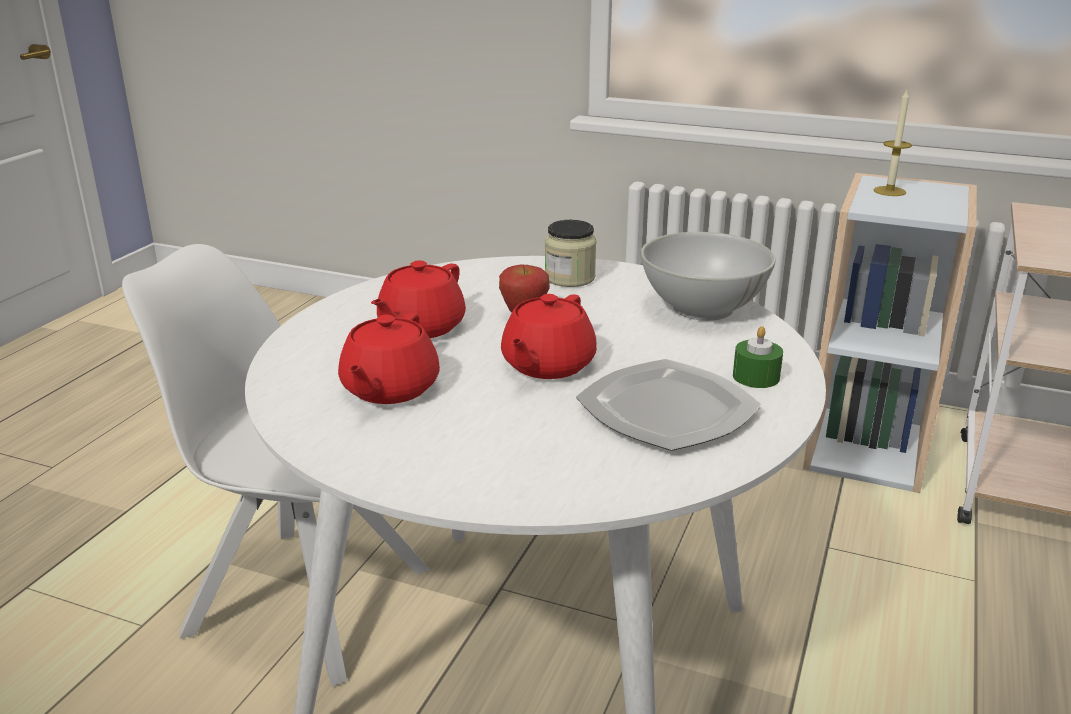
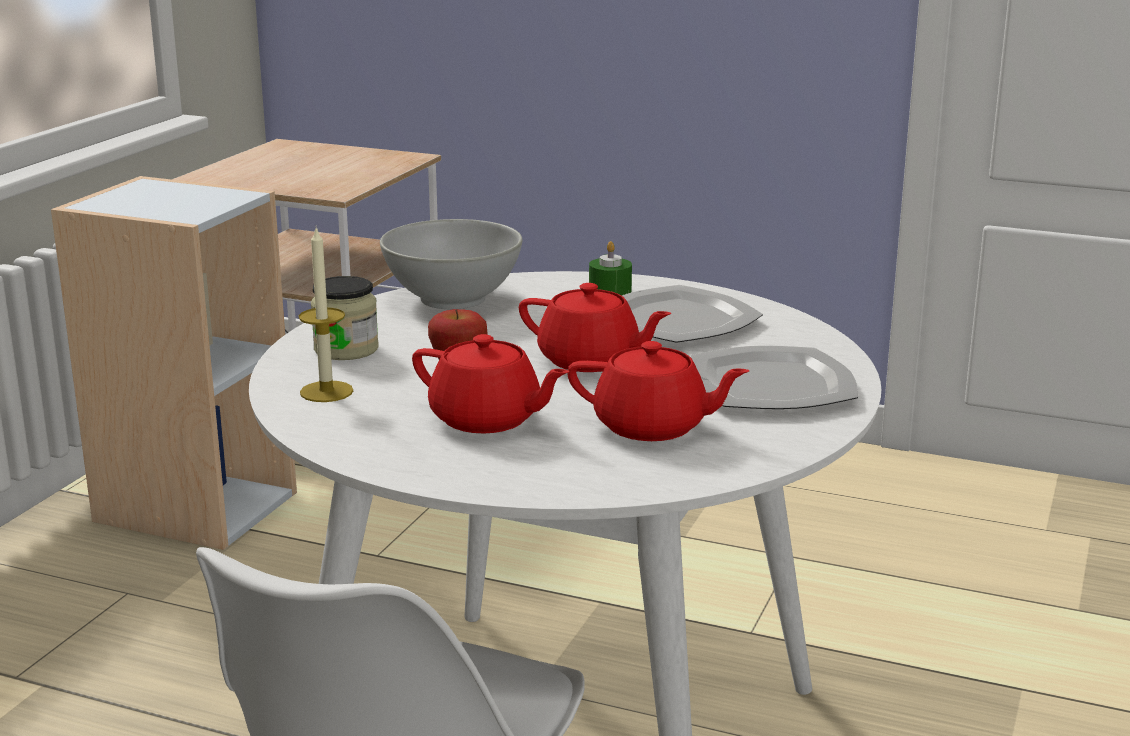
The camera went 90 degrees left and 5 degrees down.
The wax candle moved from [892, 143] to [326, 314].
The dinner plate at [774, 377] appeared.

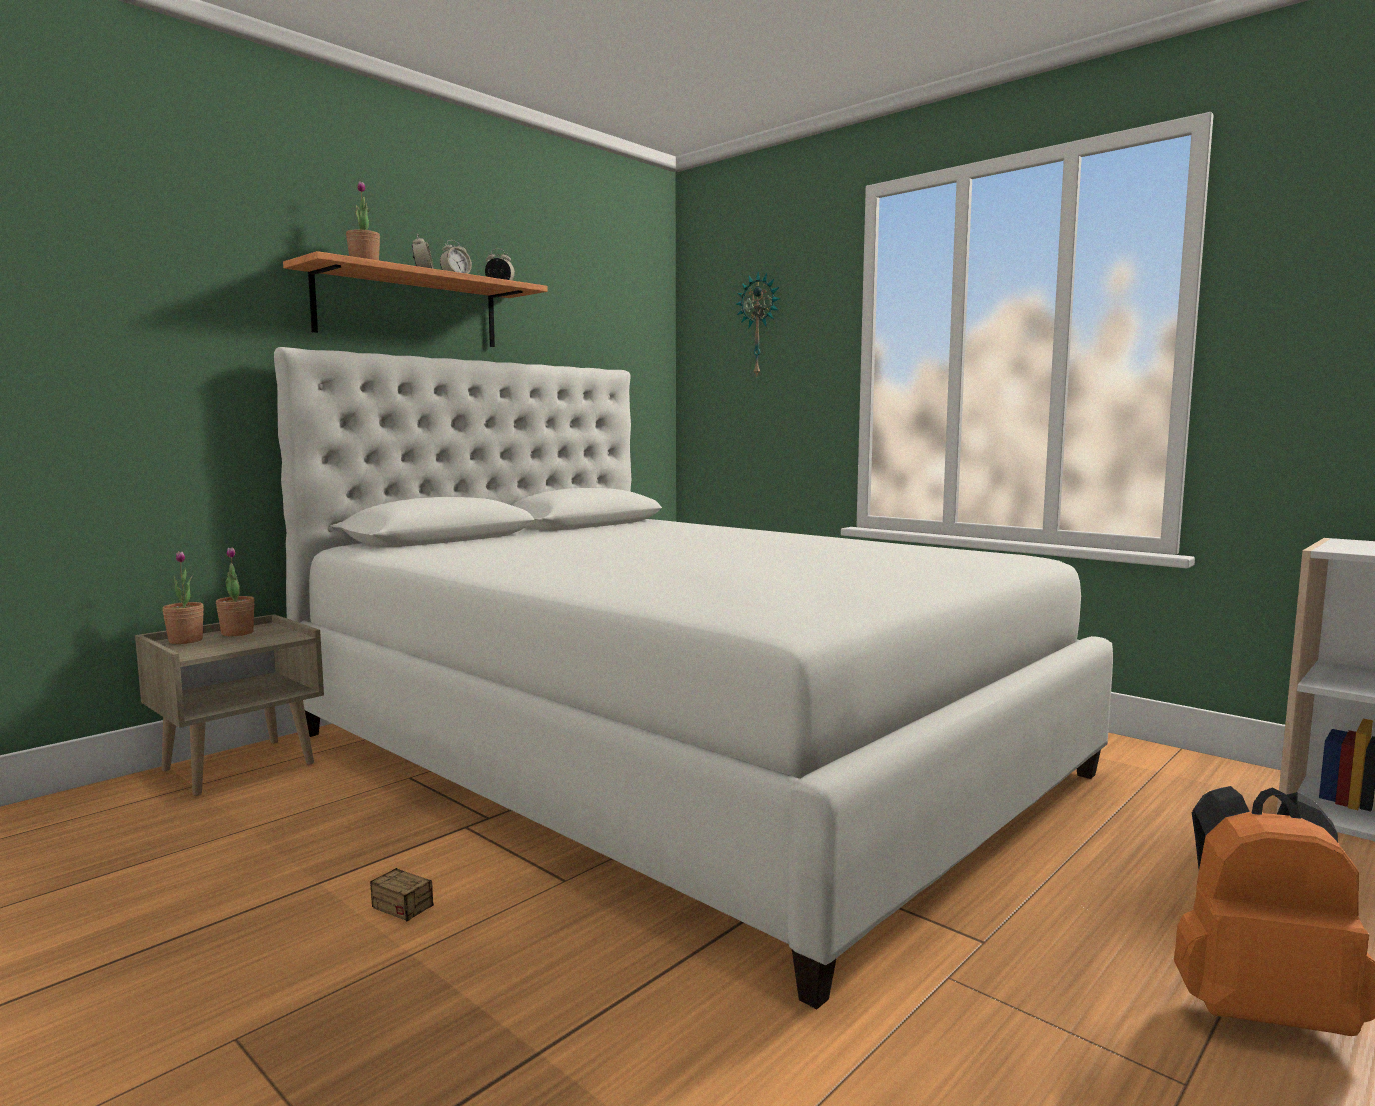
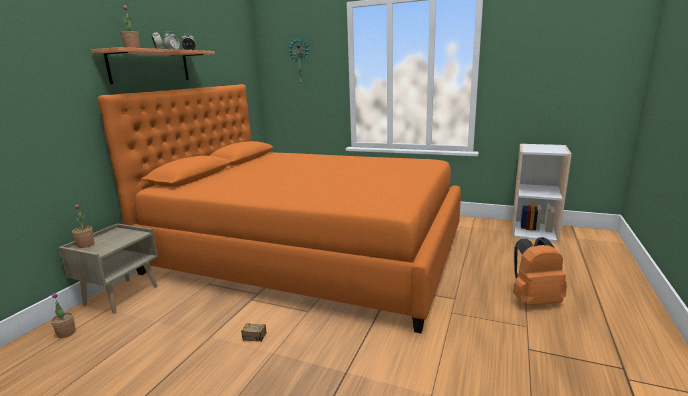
The camera went 20 degrees left and 10 degrees up.
The plant in a pot moved from [235, 591] to [63, 315].
The whitish bedroom bed at [693, 678] became the orangey bedroom bed at [279, 208].

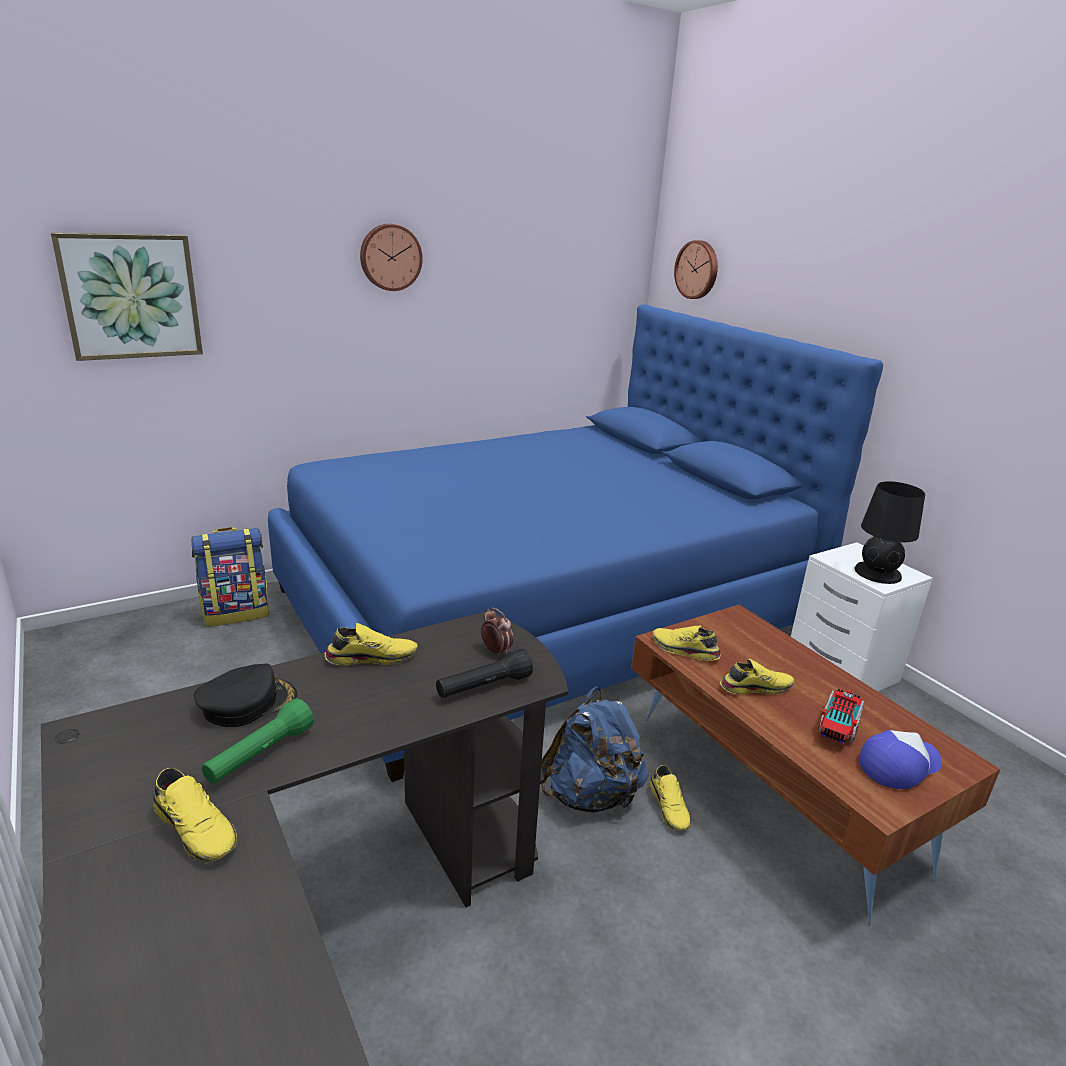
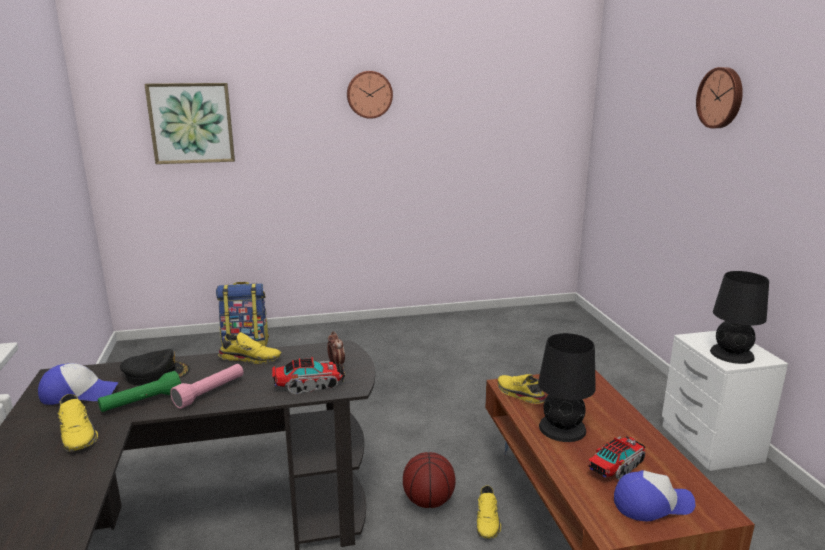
The camera went 20 degrees right and 5 degrees down.
The blue bedroom bed at [575, 543] disappeared.
The black-coloured flashlight at [484, 673] was replaced by the toy lorry at [308, 375].
The blue rucksack at [595, 749] was replaced by the ball for basketball at [429, 480].
The wall clock moved from [696, 269] to [719, 97].
The yellow item of footwear at [757, 676] was replaced by the black-coloured lamp for a table at [567, 387].
The peaked cap at [78, 384] appeared.
The pinkish flashlight at [207, 386] appeared.

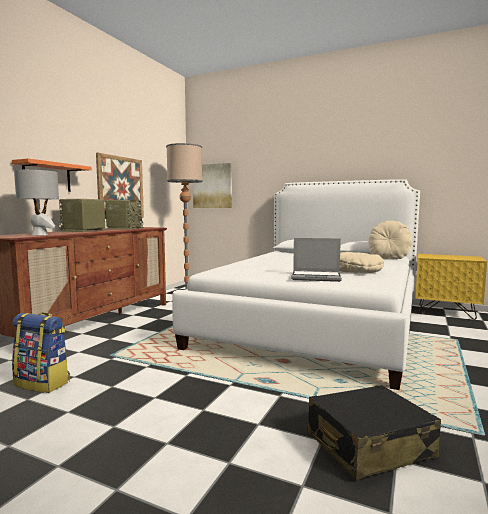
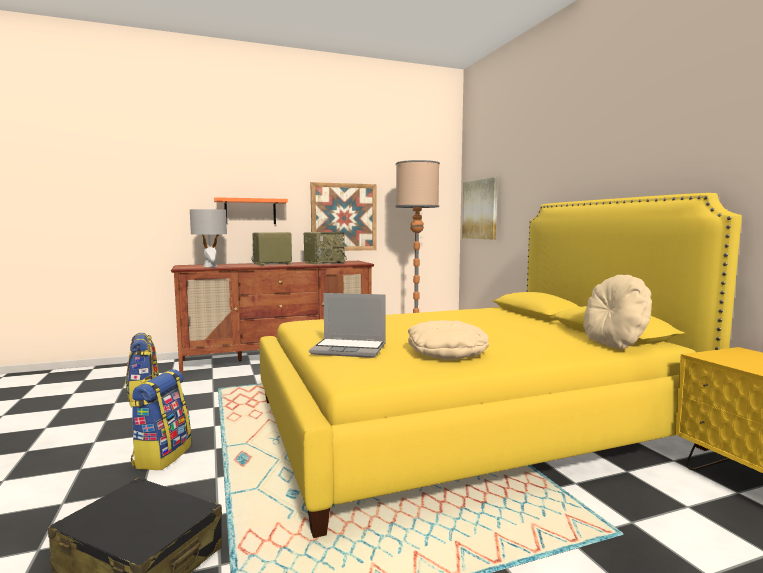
The camera went 45 degrees right and 0 degrees up.
The whitish bedroom bed at [296, 284] became the yellow bedroom bed at [501, 365].
The notebook computer at [316, 260] turned 45 degrees counterclockwise.
The rucksack at [160, 419] appeared.

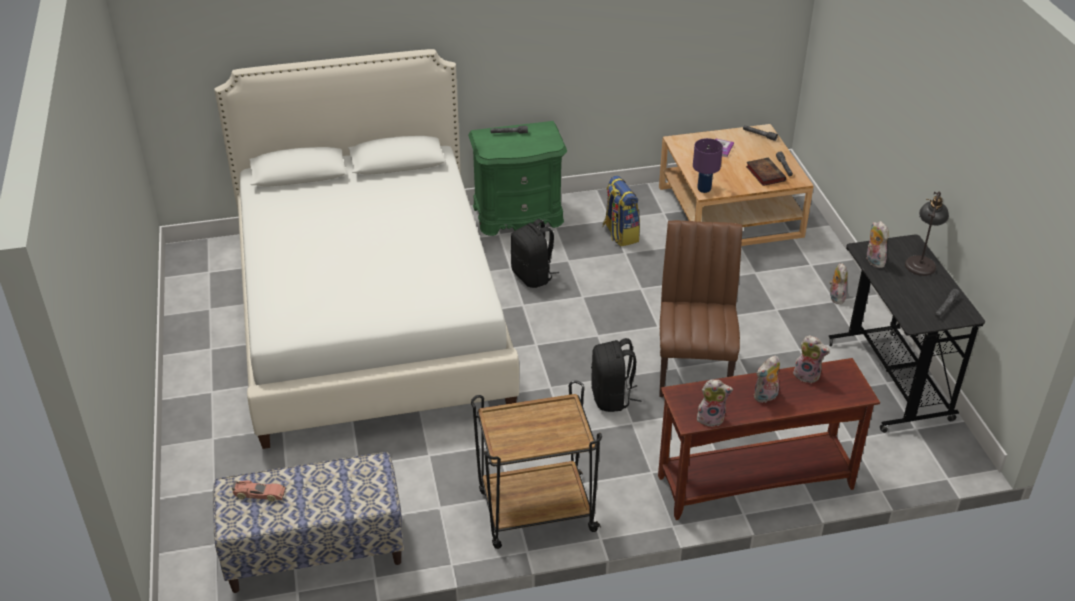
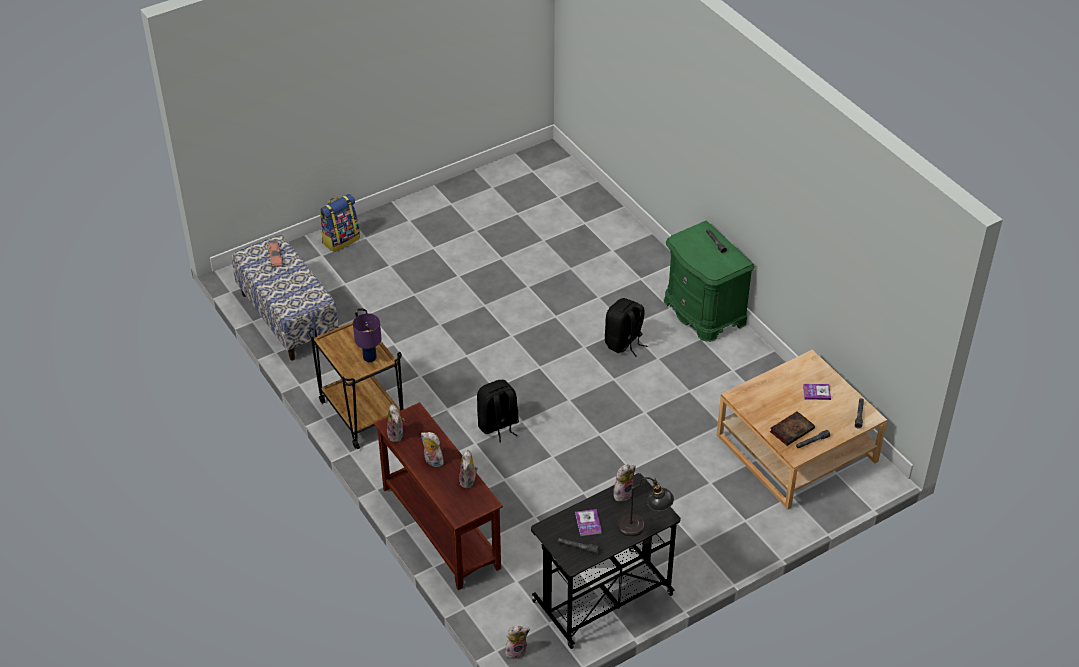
The camera went 70 degrees right and 5 degrees up.
The whitish bedroom bed at [366, 249] disappeared.
The rucksack moved from [621, 211] to [340, 223].
The brown-coloured upright chair at [700, 308] disappeared.
The purple-coloured lamp for a table moved from [708, 165] to [367, 337].
The cuddly toy moved from [838, 283] to [518, 642].
The bound book at [588, 522] appeared.

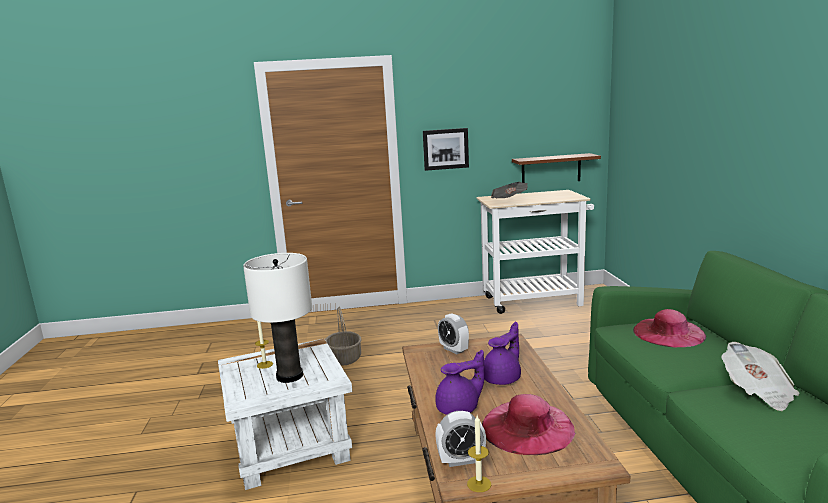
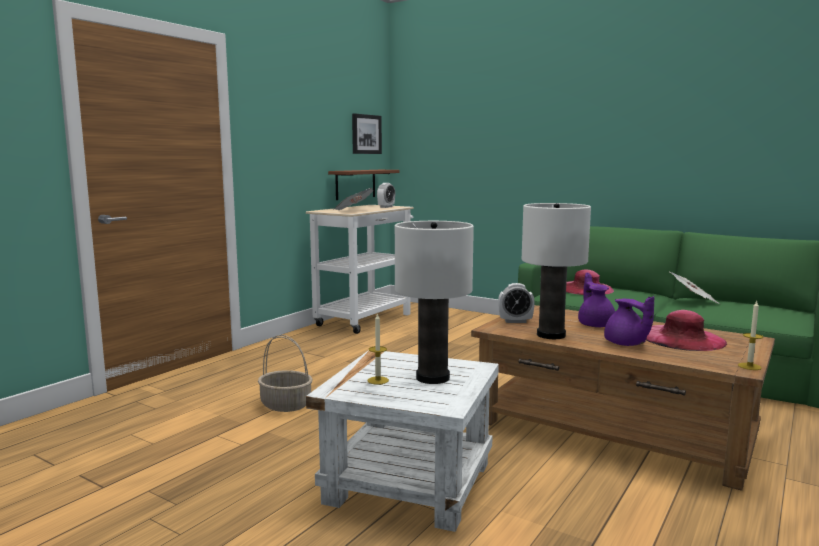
The camera went 50 degrees left and 5 degrees down.
The wall picture moved from [446, 149] to [367, 133].
The purple-coloured pot for tea at [460, 382] turned 135 degrees clockwise.
The table clock moved from [460, 439] to [386, 195].
The whitish lamp for a table at [556, 271] appeared.

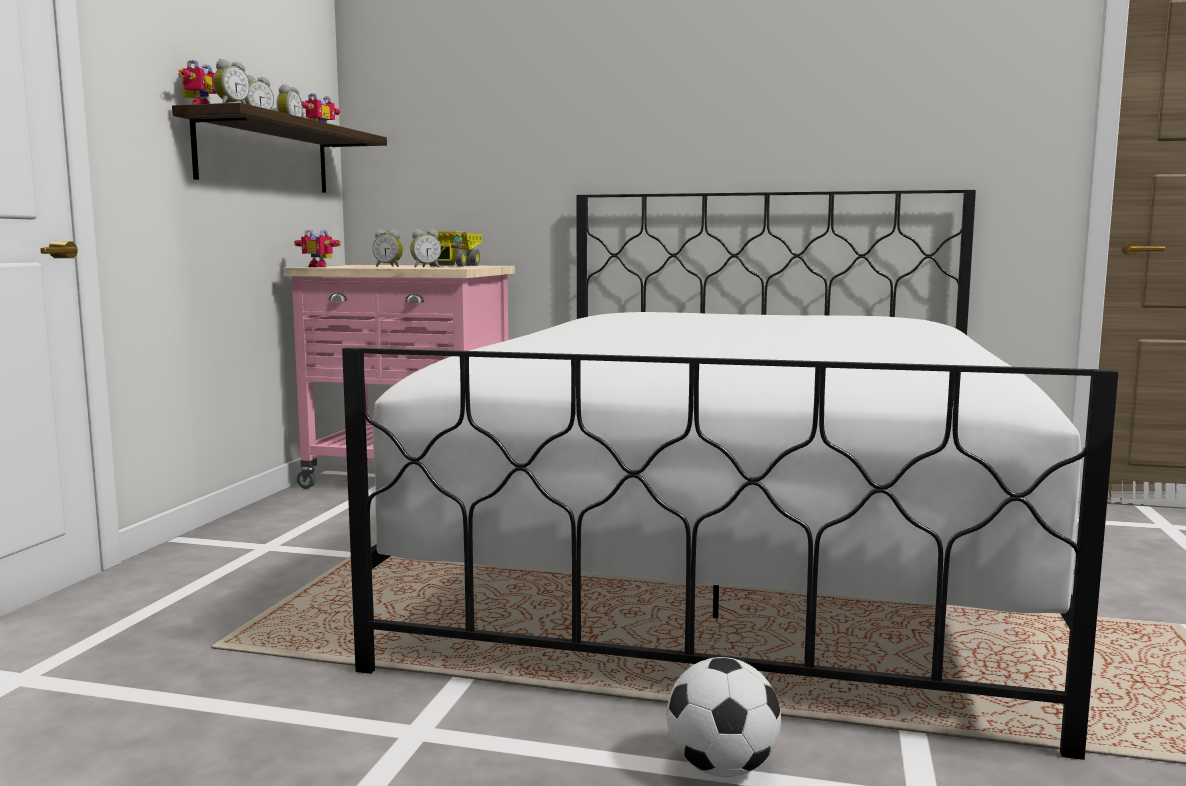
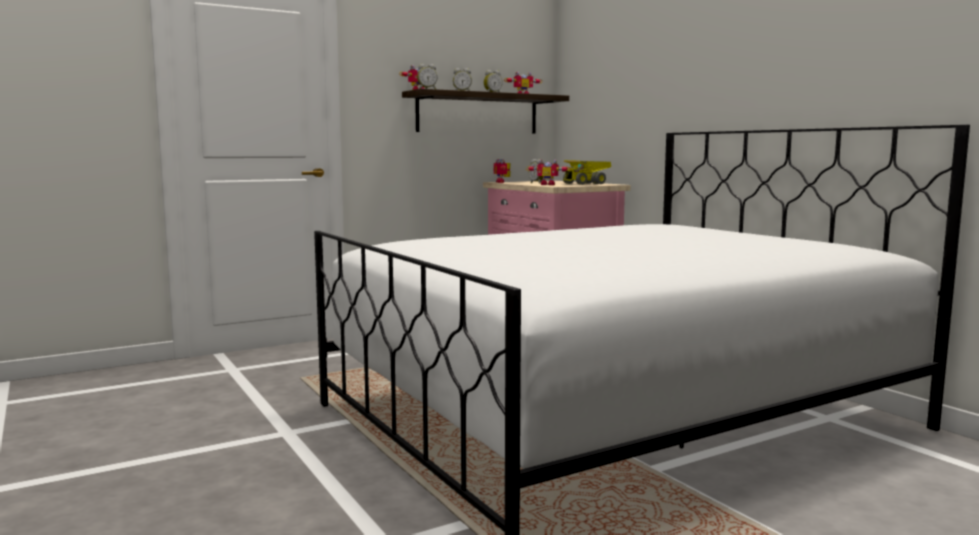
The camera went 45 degrees right and 0 degrees up.
The table clock at [425, 248] was replaced by the robot figure at [548, 172].
The football at [724, 717] disappeared.

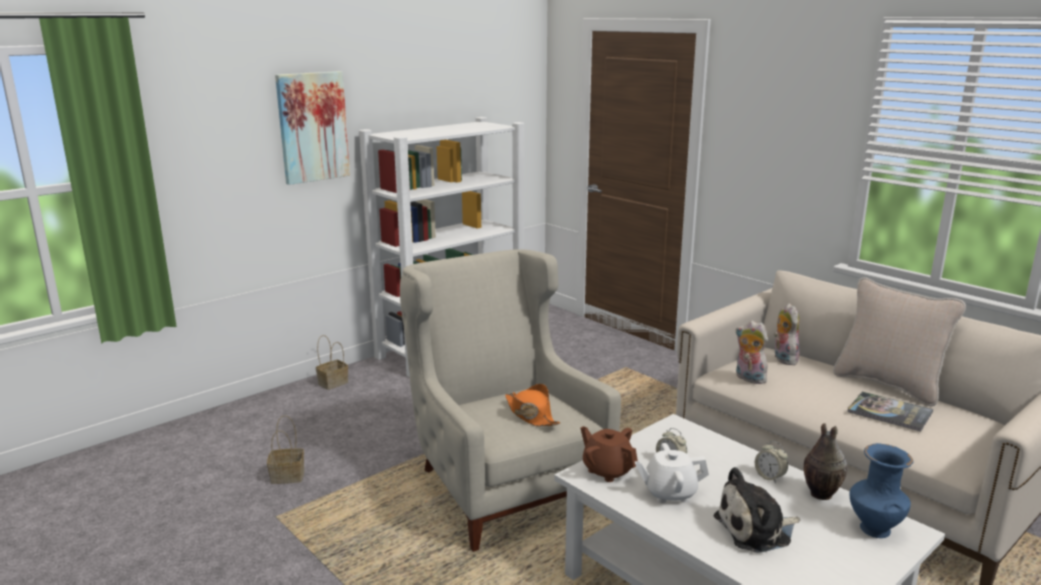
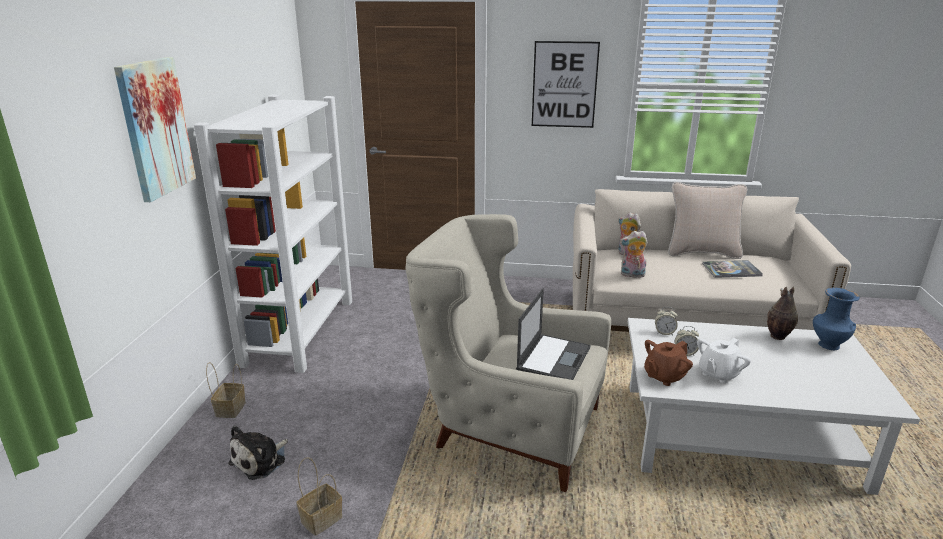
The camera went 40 degrees left and 5 degrees up.
The orangey hat at [533, 405] was replaced by the notebook computer at [553, 334].
The brown-coloured pot for tea at [609, 454] turned 45 degrees counterclockwise.
The cuddly toy moved from [757, 510] to [258, 452].
The table clock moved from [771, 462] to [666, 321].
The wall picture at [566, 84] appeared.

